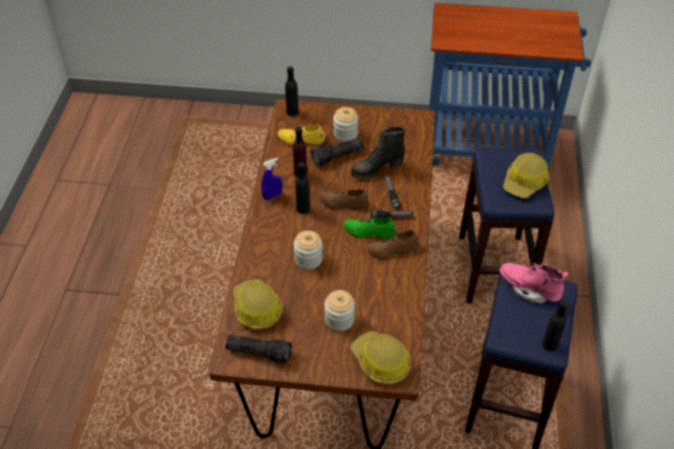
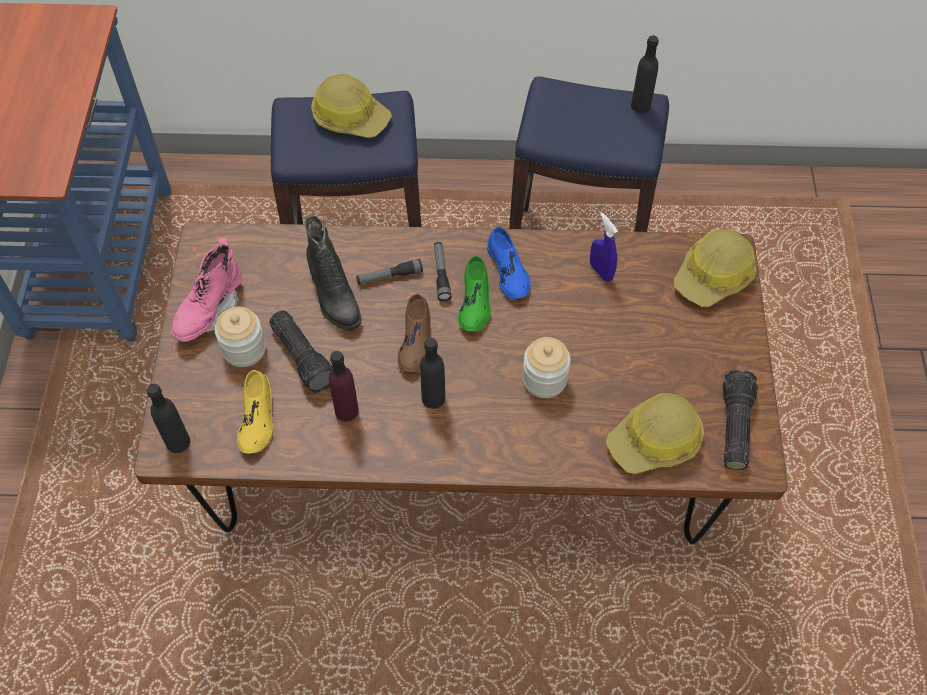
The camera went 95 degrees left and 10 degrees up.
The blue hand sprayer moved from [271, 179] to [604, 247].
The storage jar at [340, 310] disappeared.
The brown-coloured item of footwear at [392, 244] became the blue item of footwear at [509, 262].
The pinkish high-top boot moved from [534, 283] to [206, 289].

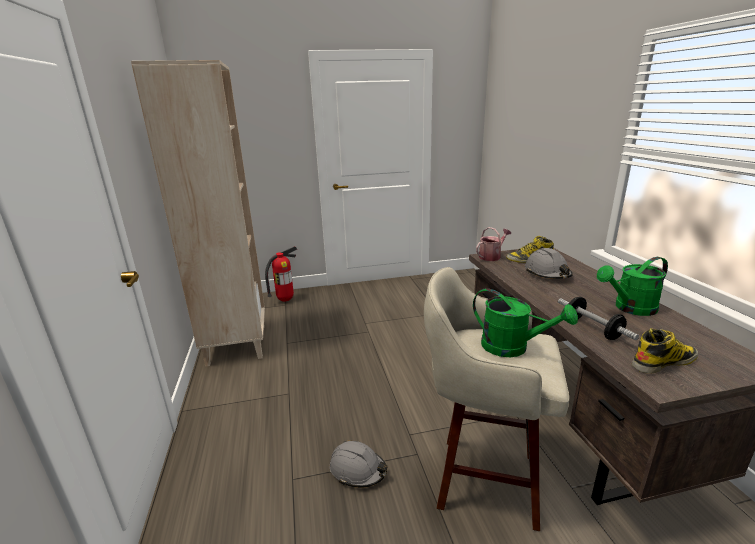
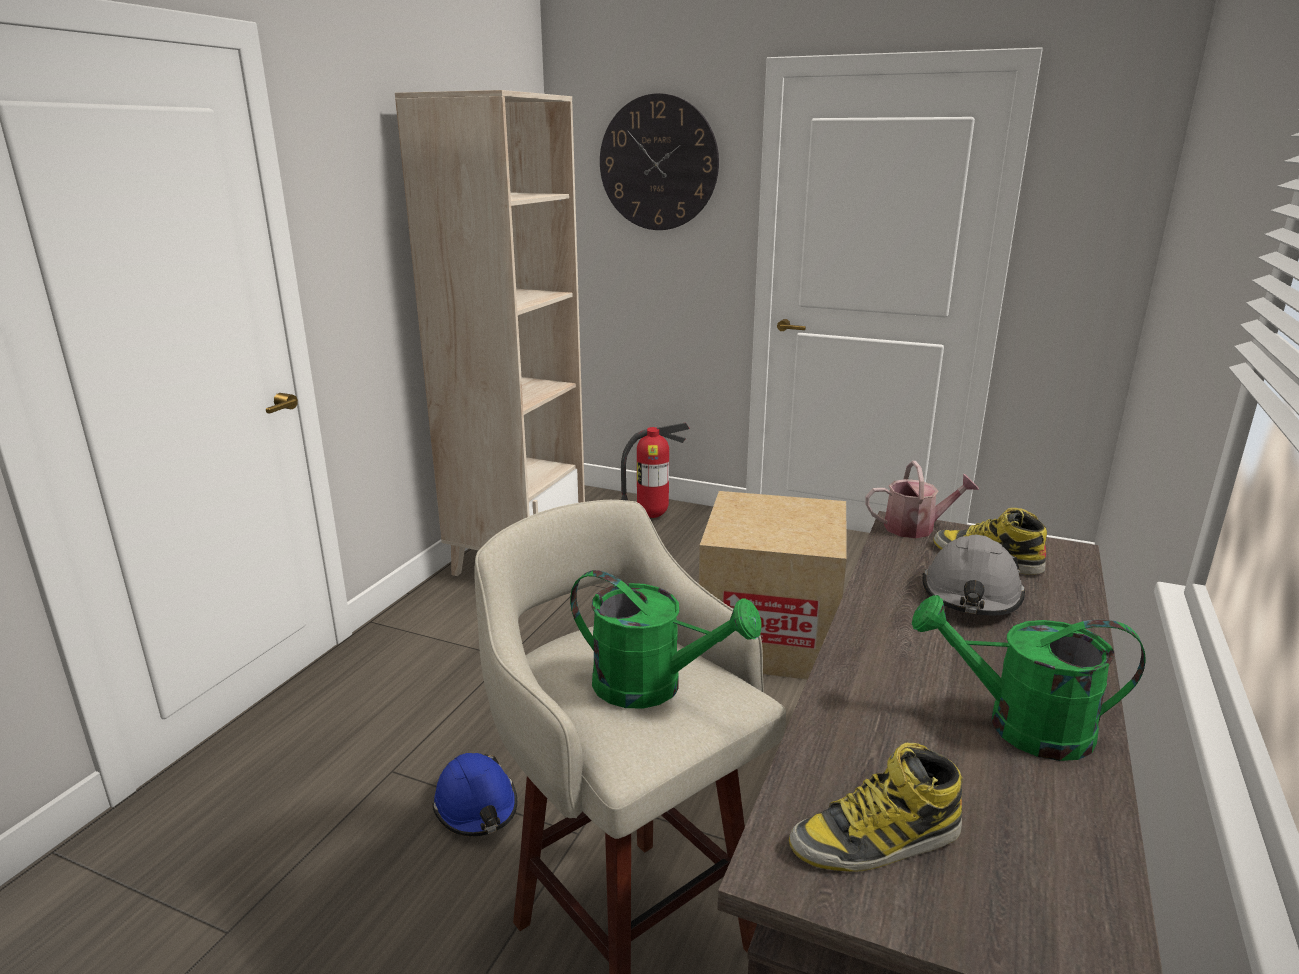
The camera went 35 degrees right and 0 degrees up.
The greyish hard hat at [359, 464] became the blue hard hat at [474, 794].
The greenish sprinkling can at [525, 322] turned 45 degrees counterclockwise.
The free weight at [598, 318] disappeared.
The high-top boot at [665, 350] turned 150 degrees clockwise.
The wall clock at [659, 161] appeared.
The cardboard box at [773, 585] appeared.

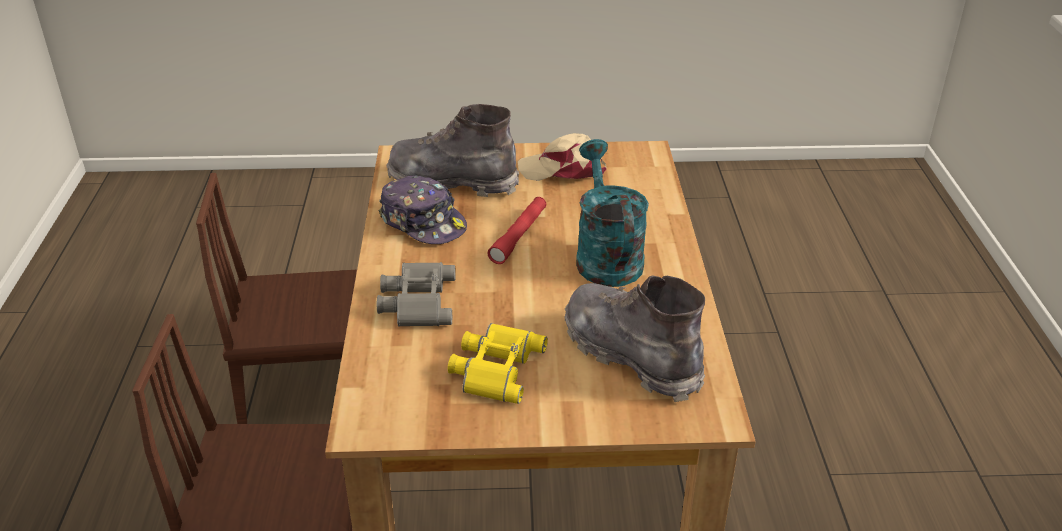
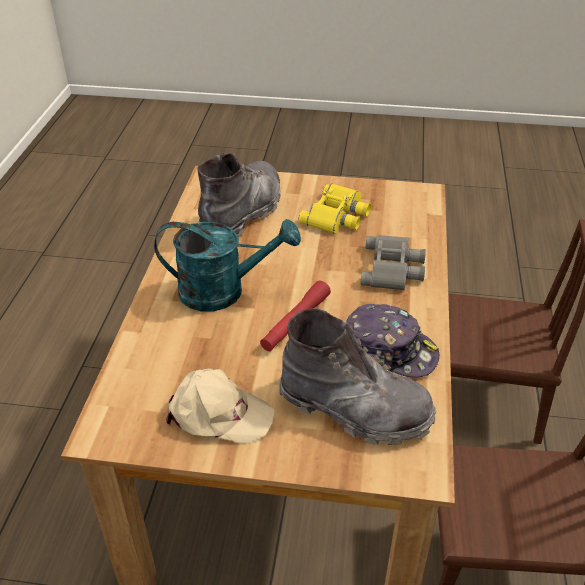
The camera went 170 degrees left and 5 degrees up.
The peaked cap at [422, 210] turned 150 degrees clockwise.
The greyish high-top boot at [634, 338] turned 120 degrees counterclockwise.
The turquoise sprinkling can at [612, 213] turned 90 degrees counterclockwise.

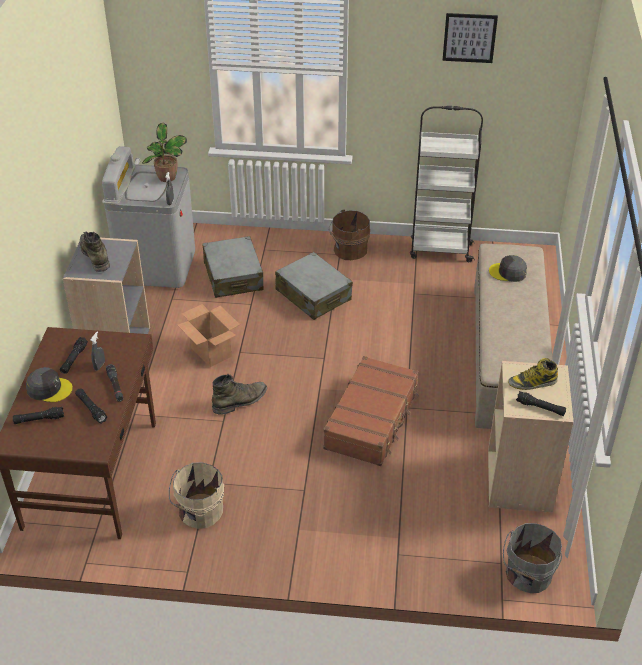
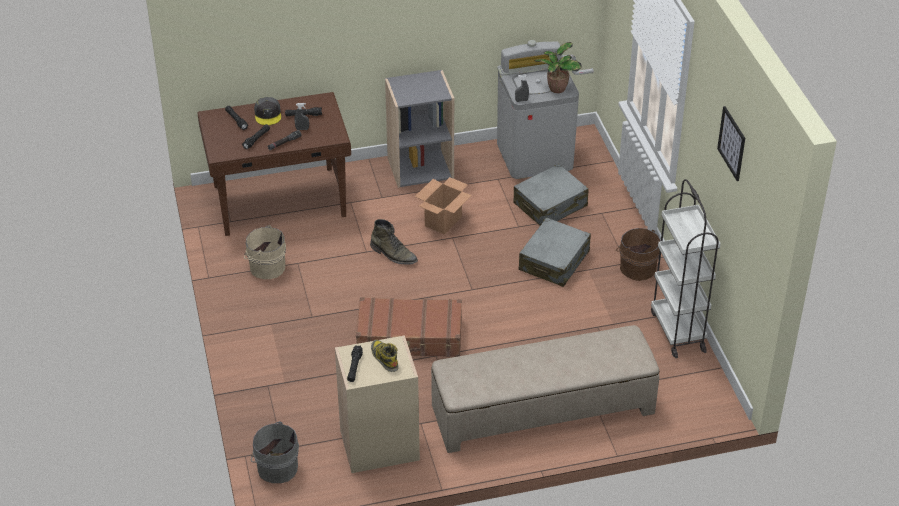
The camera went 70 degrees right and 0 degrees up.
The greenish high-top boot at [95, 252] disappeared.
The greyish peaked cap at [508, 268] disappeared.

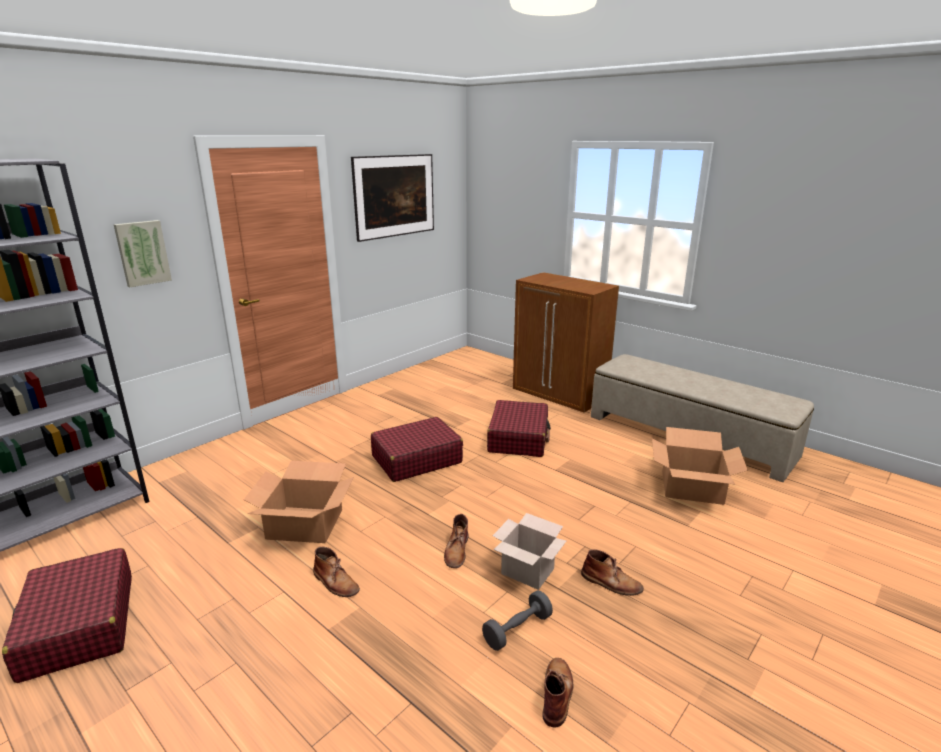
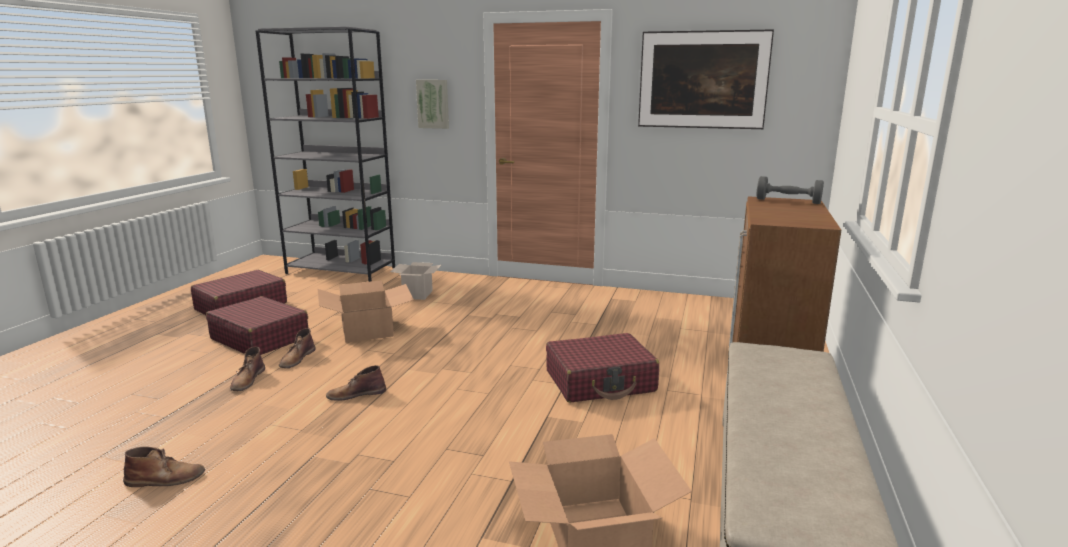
The camera went 65 degrees right and 5 degrees down.
The red-coloured suitcase moved from [417, 449] to [257, 325].
The greyish free weight moved from [517, 620] to [790, 190].
The cardboard box moved from [529, 551] to [415, 281].
The brown-coloured high-top boot moved from [612, 572] to [247, 368].

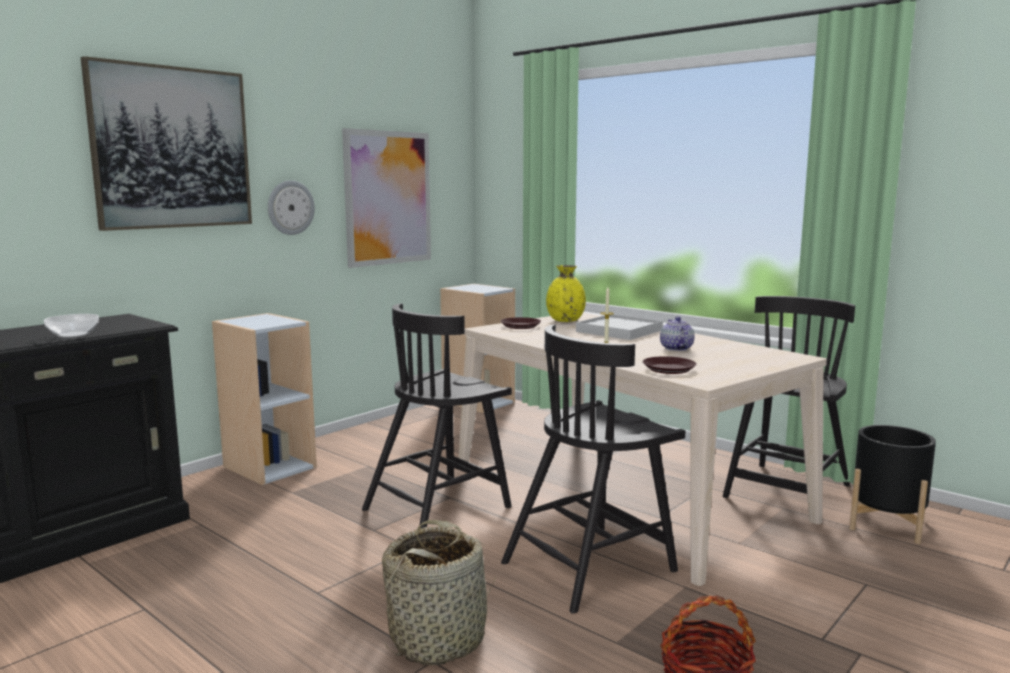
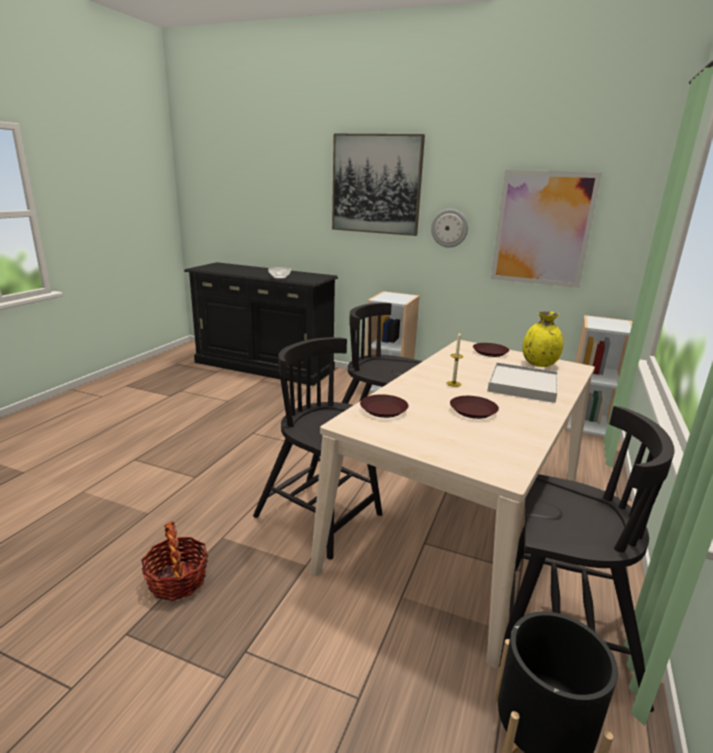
The camera went 70 degrees right and 10 degrees up.
The storage basket at [439, 593] disappeared.
The pot for tea at [677, 333] was replaced by the brown-coloured dinner plate at [474, 407].

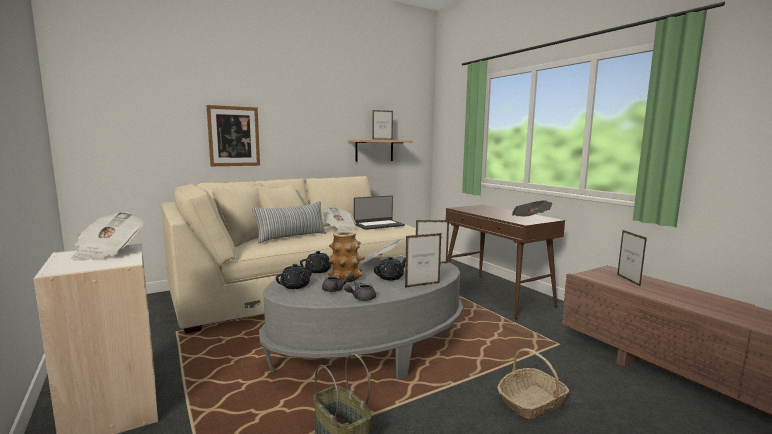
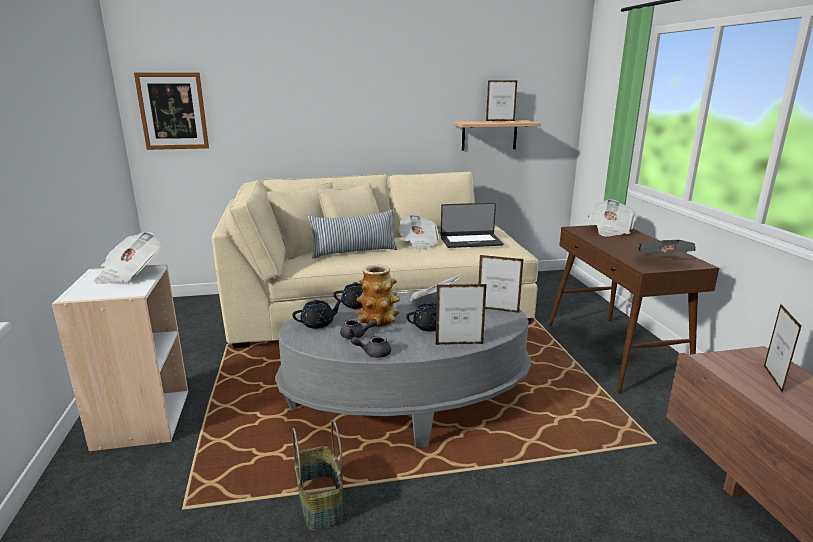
The camera went 20 degrees right and 10 degrees up.
The wall picture moved from [233, 135] to [171, 111].
The storage basket at [533, 383] disappeared.
The daily paper at [612, 218] appeared.

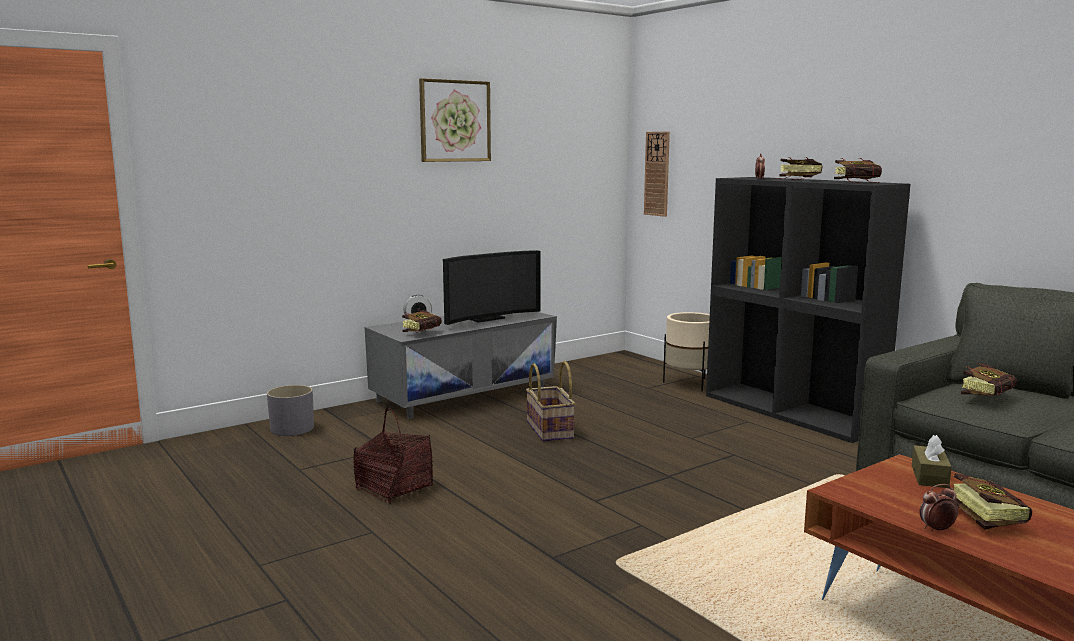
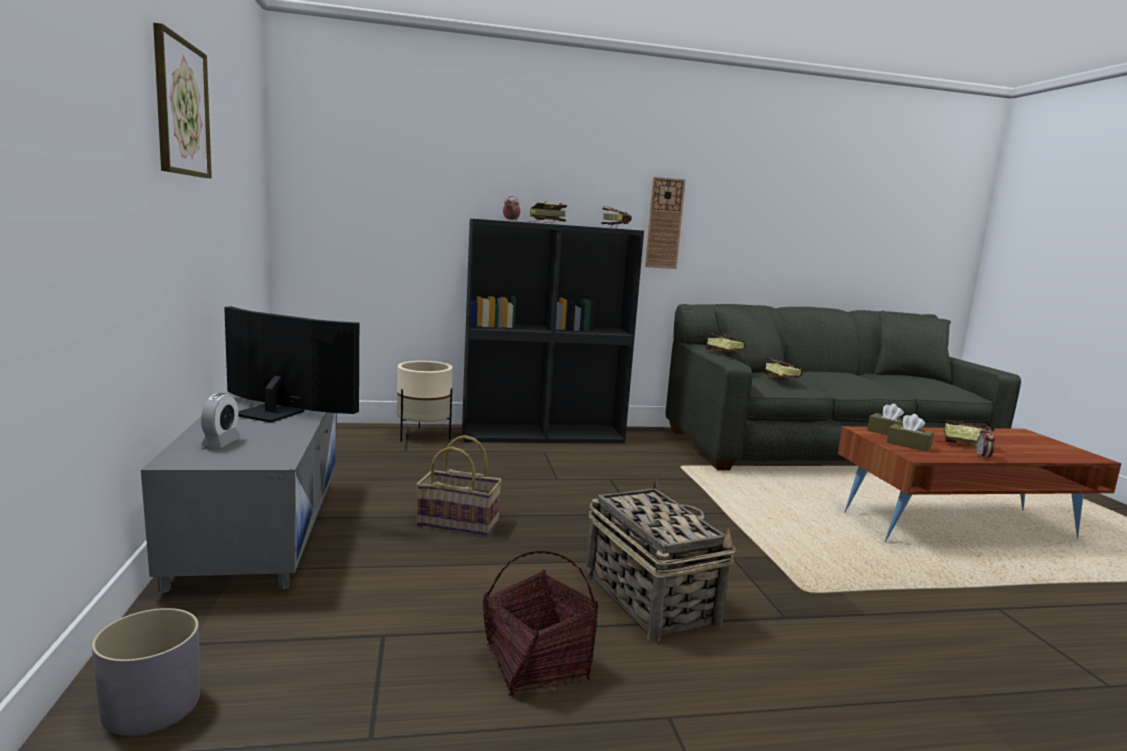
The camera went 65 degrees left and 0 degrees up.
The bound book moved from [422, 321] to [724, 343].
The TV set at [492, 287] turned 60 degrees counterclockwise.
The wall clock moved from [657, 174] to [665, 223].
The storage basket at [661, 561] appeared.
The brown-coloured box of tissues at [910, 433] appeared.

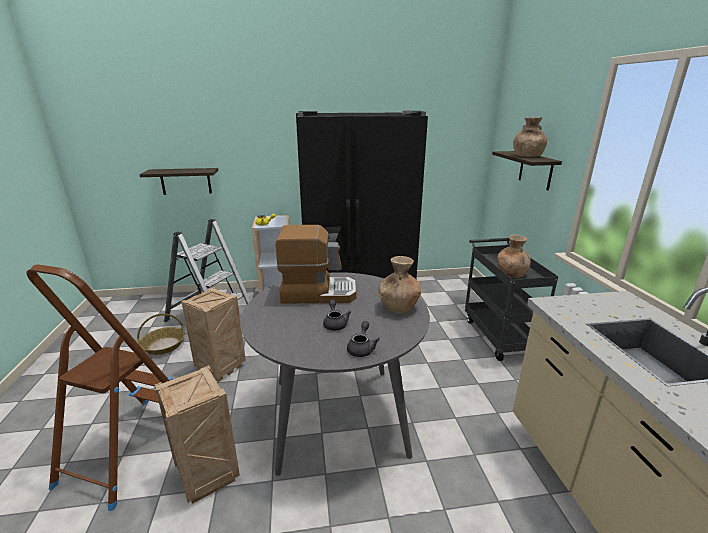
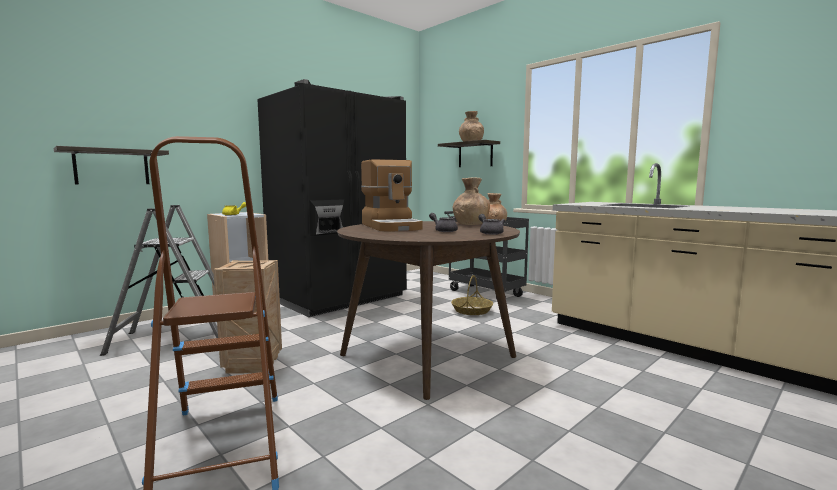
The camera went 35 degrees left and 15 degrees down.
The storage basket moved from [161, 334] to [472, 295].
The packing crate at [197, 434] disappeared.
The greyish dining table at [335, 374] became the brown-coloured dining table at [428, 310].
The coffee maker at [316, 264] turned 105 degrees clockwise.

